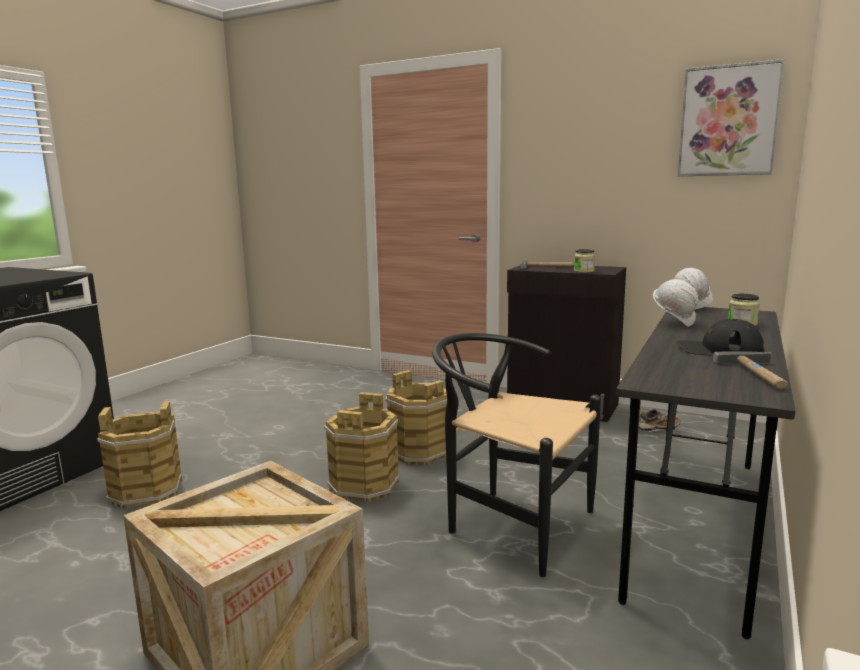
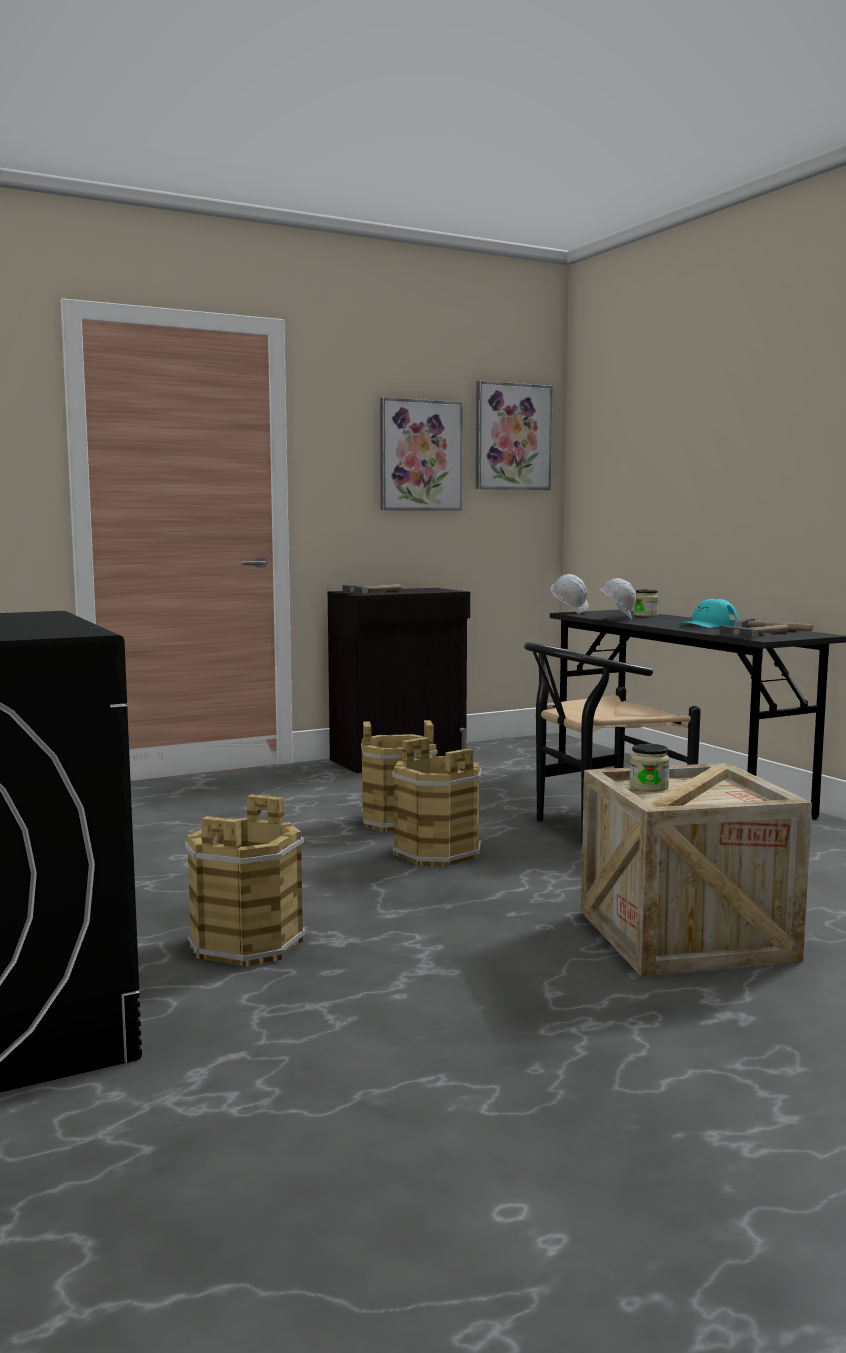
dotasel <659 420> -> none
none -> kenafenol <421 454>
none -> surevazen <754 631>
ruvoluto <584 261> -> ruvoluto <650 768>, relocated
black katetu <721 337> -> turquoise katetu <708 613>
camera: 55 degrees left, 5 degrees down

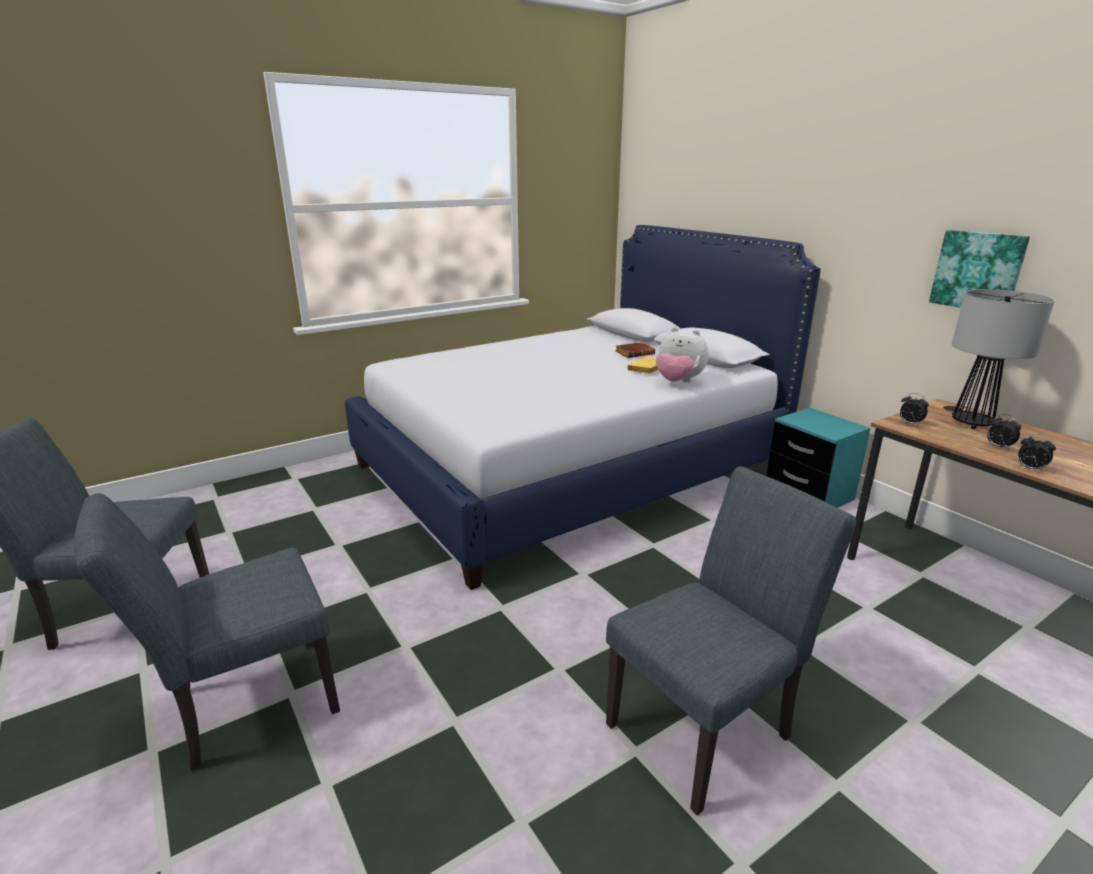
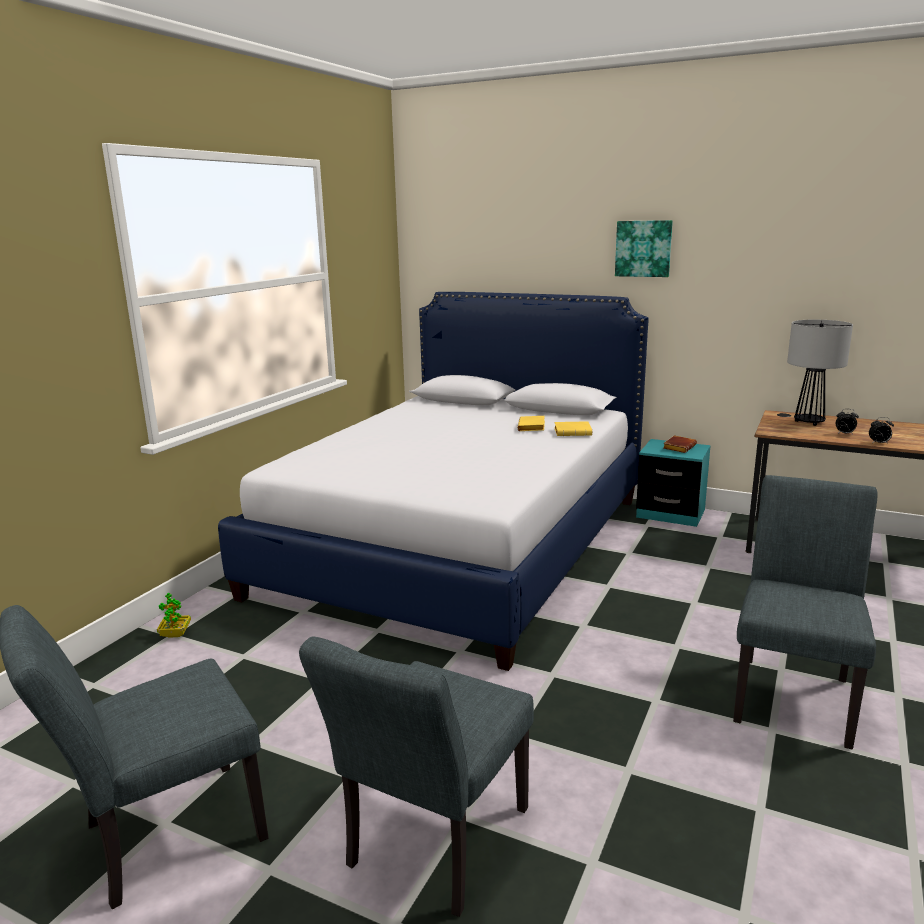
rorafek <914 409> -> none
none -> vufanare <174 615>
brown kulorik <635 350> -> brown kulorik <680 444>, relocated
kenafenol <979 269> -> kenafenol <644 248>, relocated
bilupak <682 354> -> yellow kulorik <573 428>
camera: 30 degrees left, 5 degrees down

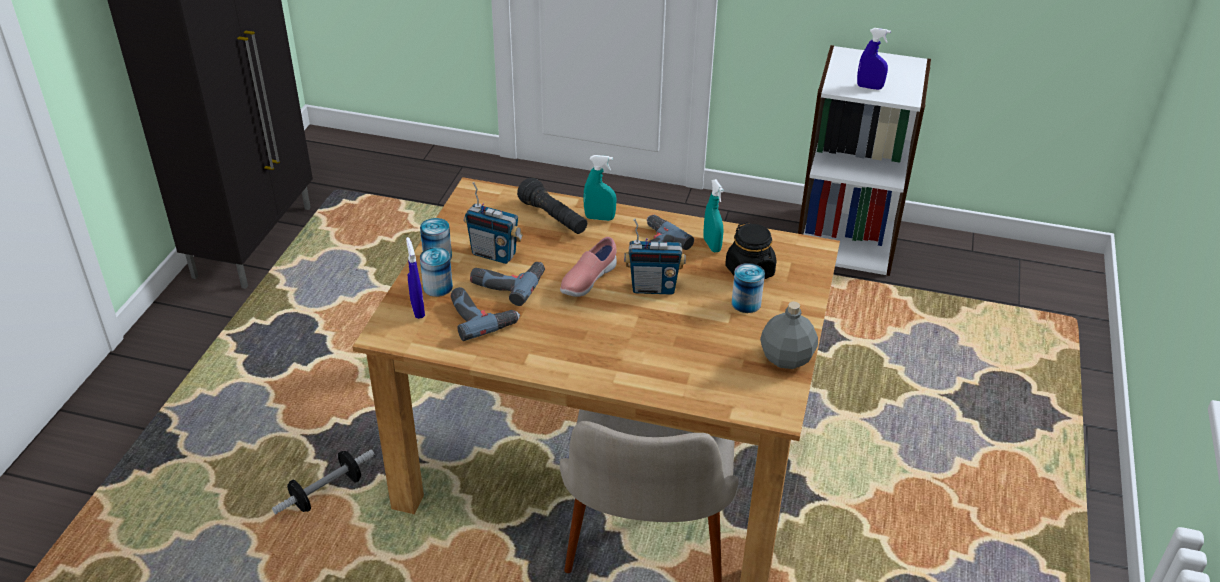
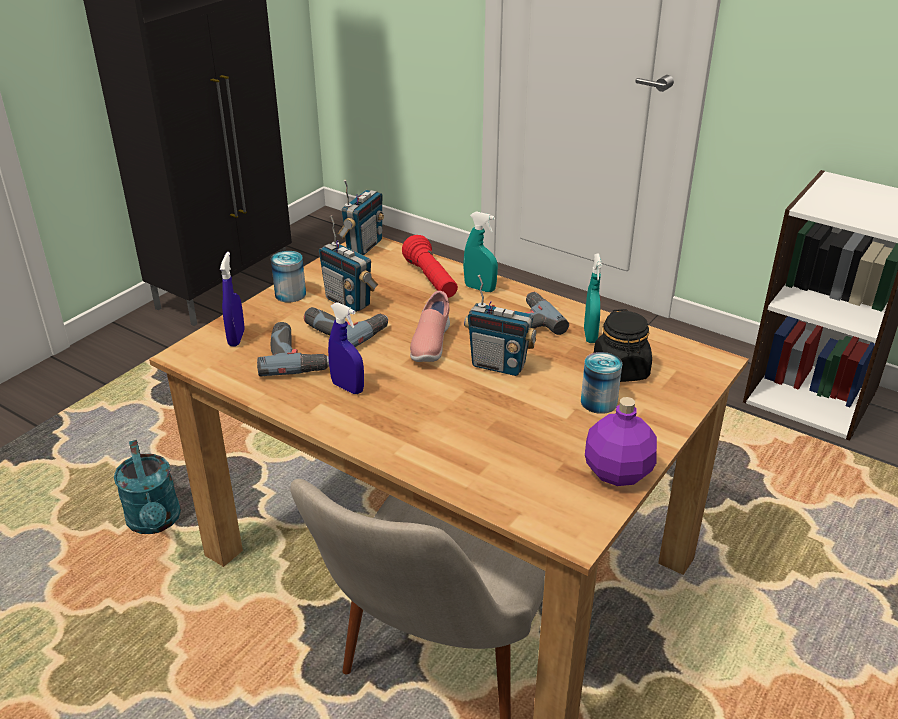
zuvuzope <436 272> -> none
none -> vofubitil <361 217>
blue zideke <874 59> -> blue zideke <346 348>, relocated
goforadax <323 481> -> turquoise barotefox <147 487>
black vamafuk <552 206> -> red vamafuk <430 266>
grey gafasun <789 335> -> purple gafasun <621 441>
pink dotasel <588 267> -> pink dotasel <430 326>, 45 degrees counterclockwise
camera: 20 degrees right, 5 degrees down

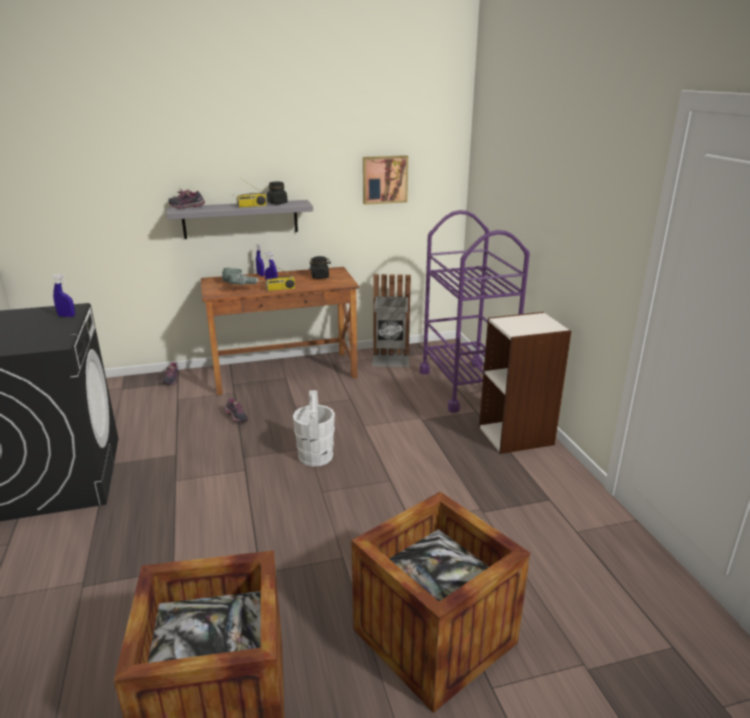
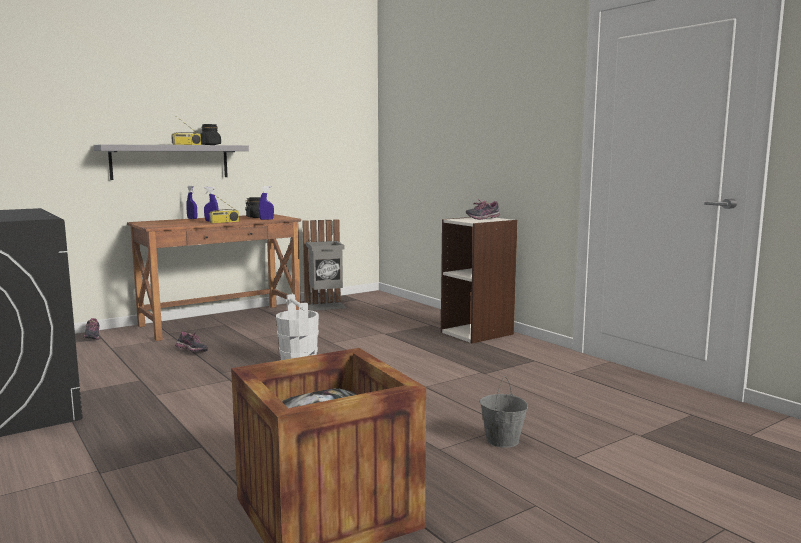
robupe <242 276> -> none
kenafenol <385 180> -> none
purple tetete <475 311> -> none
blue zideke <63 295> -> blue zideke <266 203>, relocated
dotasel <186 198> -> dotasel <483 209>, relocated
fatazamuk <440 602> -> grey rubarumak <503 412>
camera: 20 degrees left, 15 degrees down

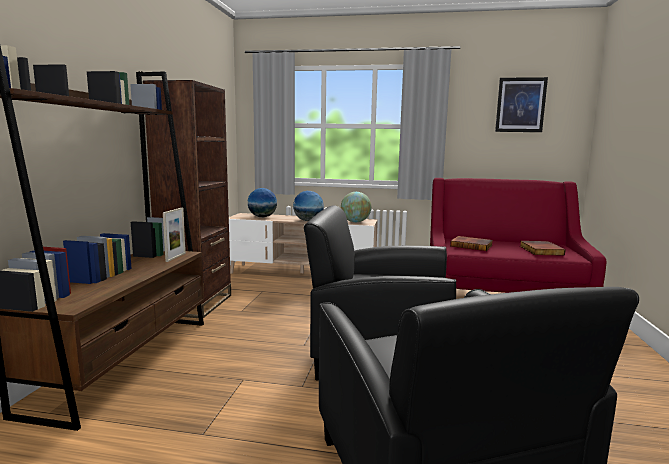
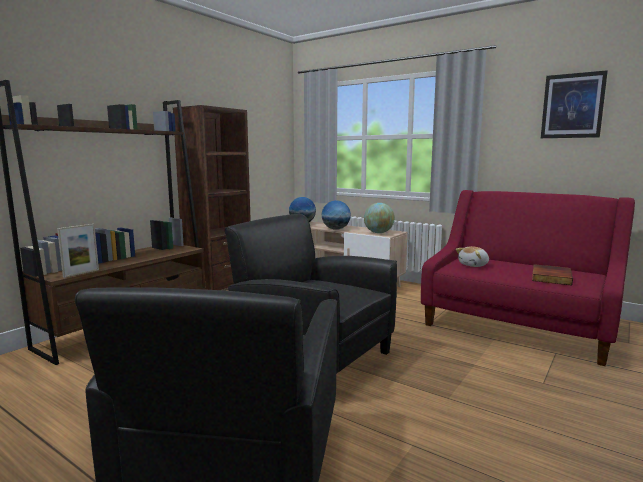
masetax <174 235> -> masetax <78 251>, relocated
kulorik <471 243> -> bilupak <472 256>
camera: 25 degrees right, 0 degrees up

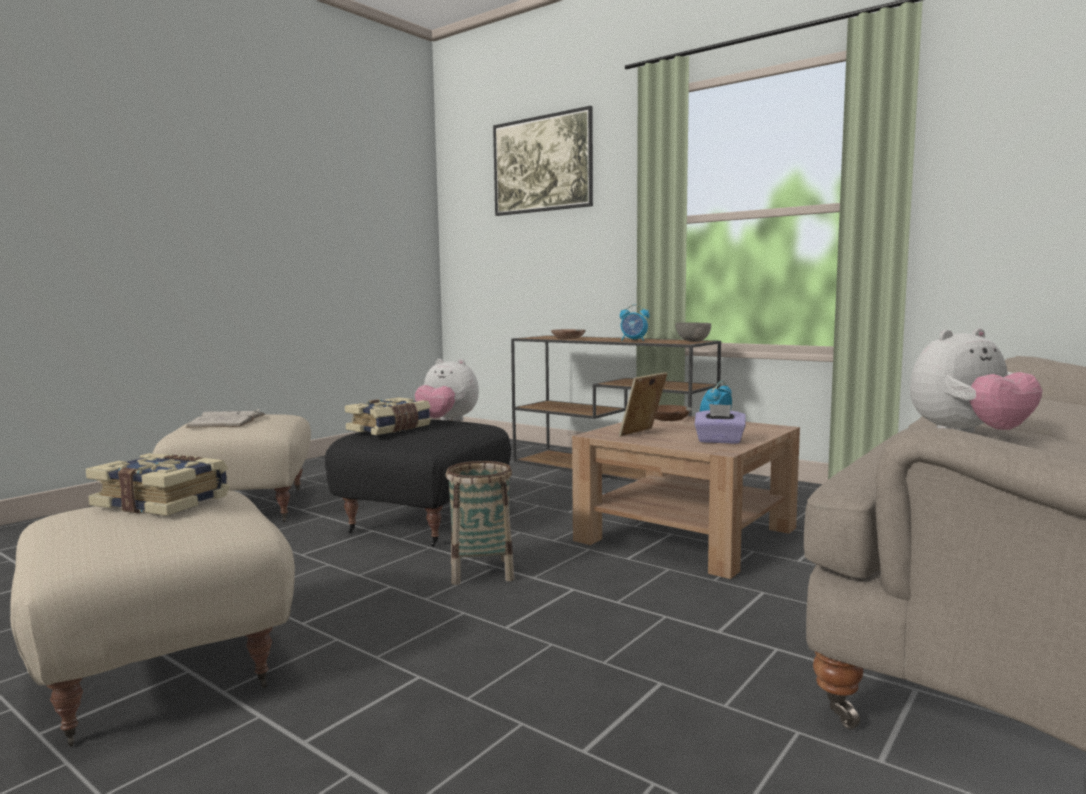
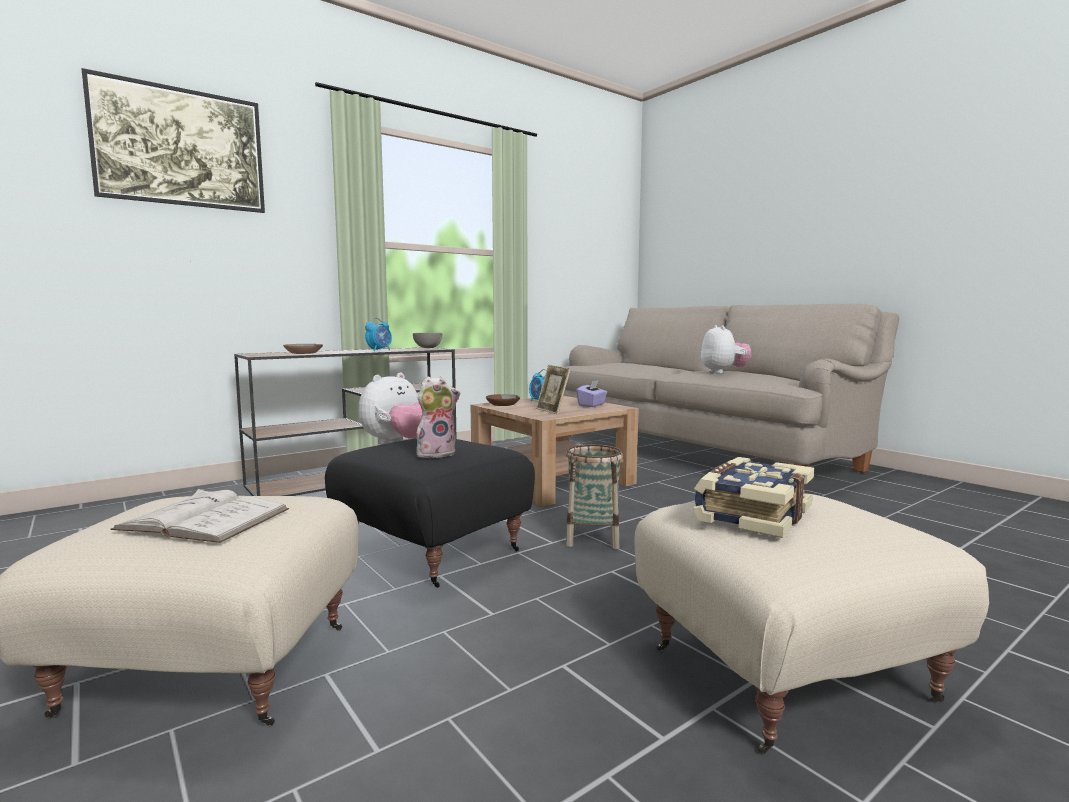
kulorik <388 416> -> bilupak <438 417>
camera: 75 degrees left, 0 degrees up

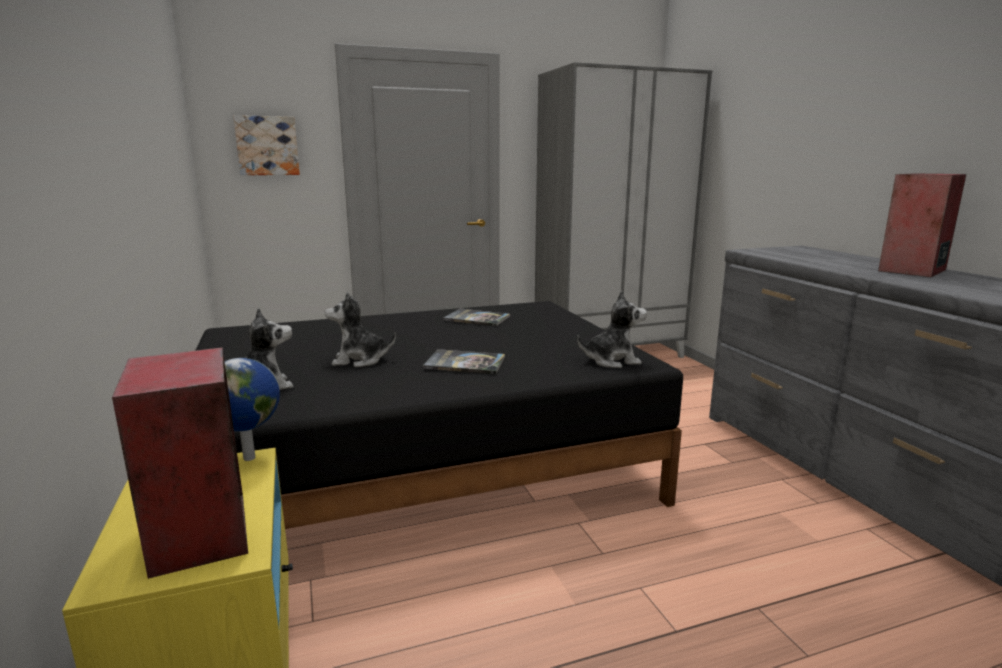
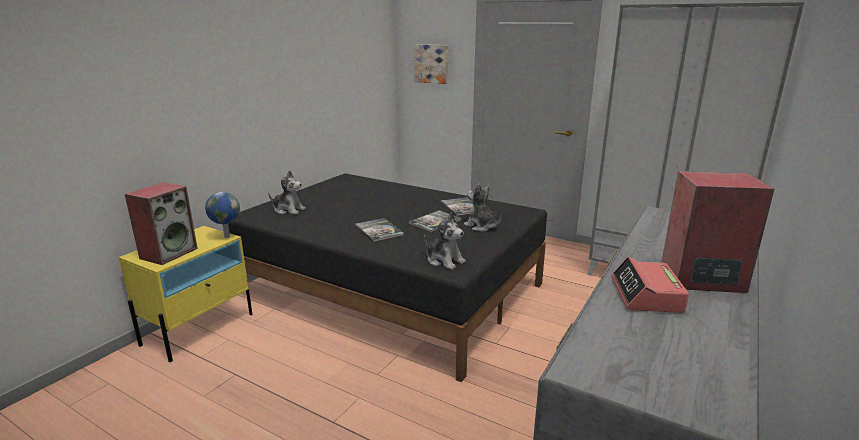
none -> kulorik <434 221>
none -> rorafek <650 285>
bilupak <360 329> -> bilupak <482 207>, relocated
camera: 50 degrees right, 5 degrees up

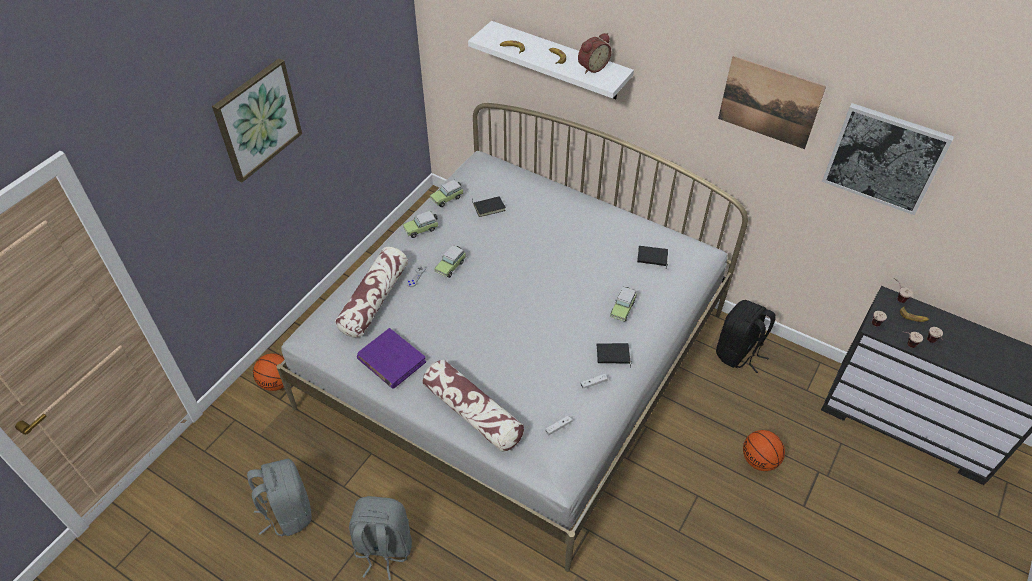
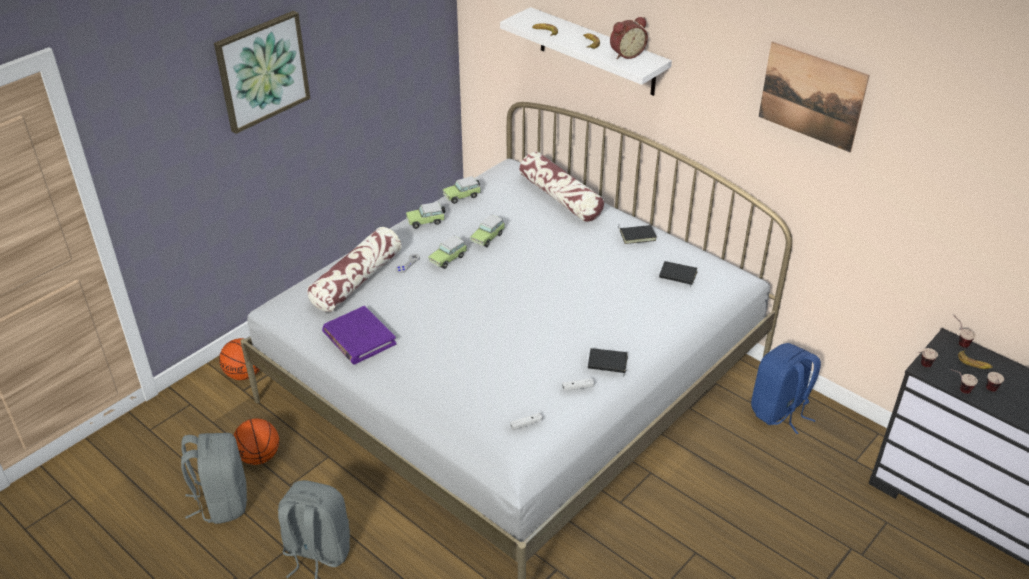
kenafenol <888 159> -> none
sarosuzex <473 406> -> sarosuzex <561 187>, relocated
black kulorik <489 206> -> black kulorik <638 234>, relocated
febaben <623 304> -> febaben <487 230>, relocated
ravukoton <764 450> -> ravukoton <256 442>, relocated
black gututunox <746 336> -> blue gututunox <786 388>
camera: 10 degrees right, 10 degrees down

